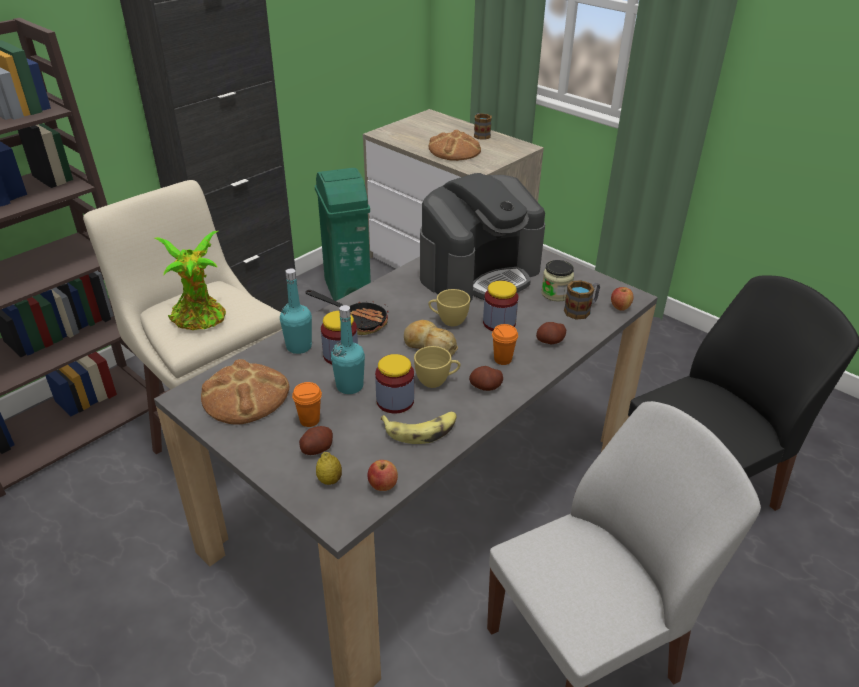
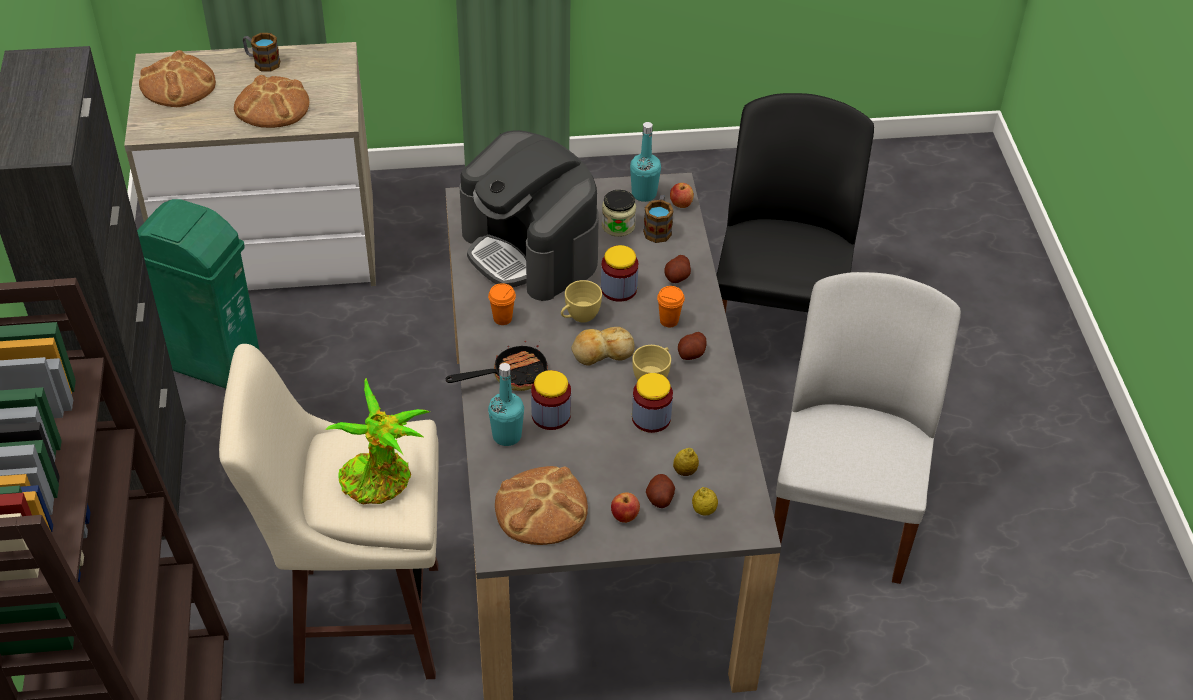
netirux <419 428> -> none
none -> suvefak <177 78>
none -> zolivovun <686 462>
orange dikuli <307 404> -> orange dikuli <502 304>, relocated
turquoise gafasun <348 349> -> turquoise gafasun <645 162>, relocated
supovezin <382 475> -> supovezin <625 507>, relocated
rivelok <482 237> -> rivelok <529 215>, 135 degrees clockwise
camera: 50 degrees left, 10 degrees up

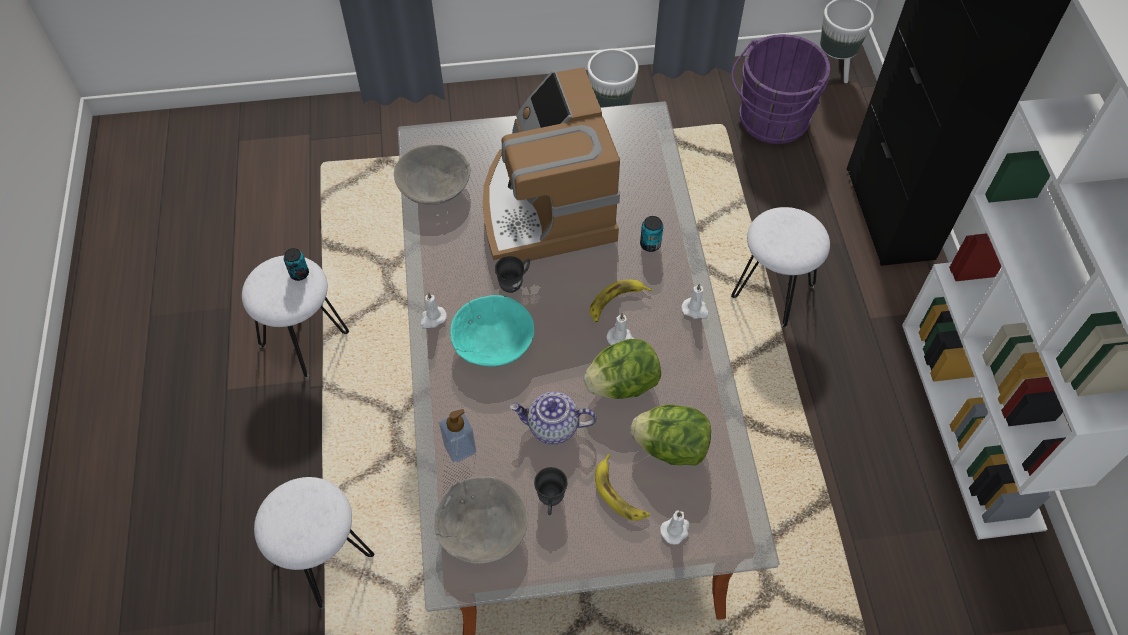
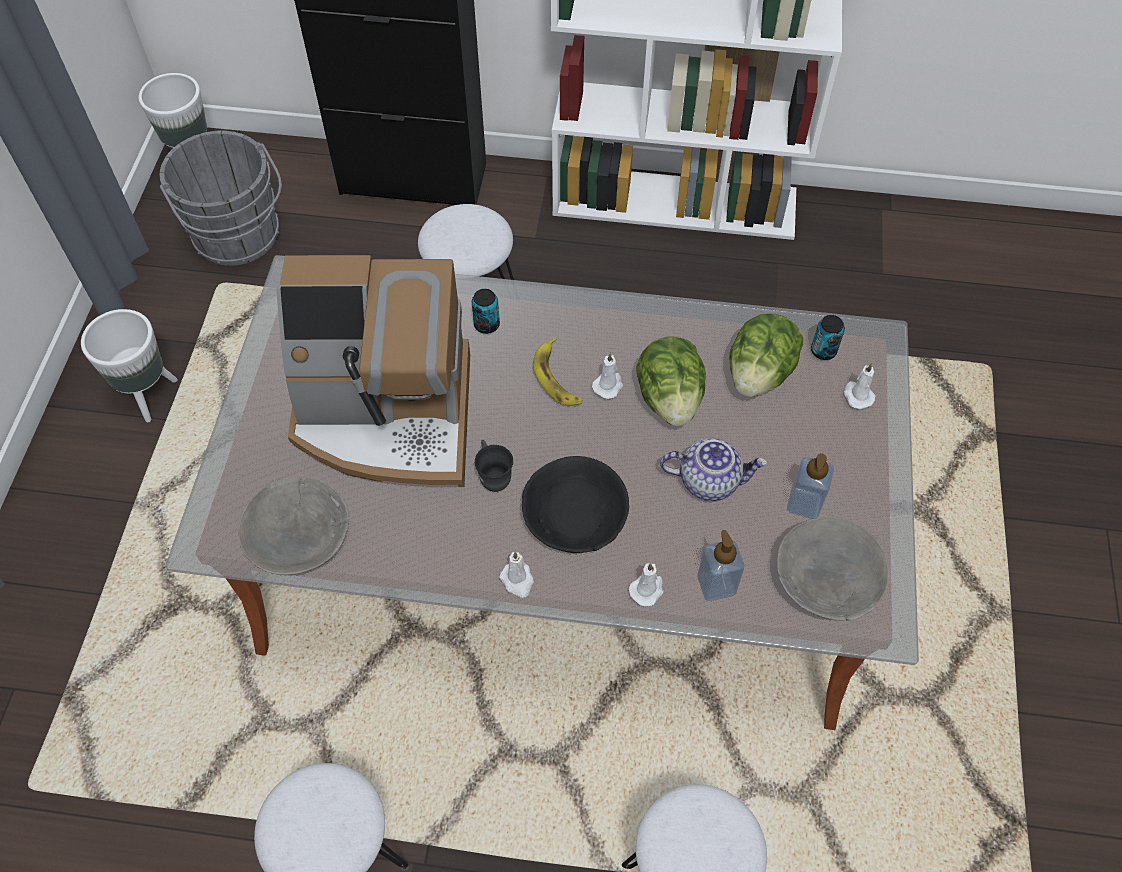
netirux <622 487> -> none
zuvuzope <296 264> -> zuvuzope <828 337>, relocated
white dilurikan <695 301> -> white dilurikan <646 584>, relocated
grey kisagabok <551 491> -> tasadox <810 486>
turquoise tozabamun <492 331> -> black tozabamun <575 504>
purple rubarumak <780 89> -> grey rubarumak <221 198>
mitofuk <553 418> -> mitofuk <713 469>, 105 degrees counterclockwise
camera: 75 degrees left, 0 degrees up

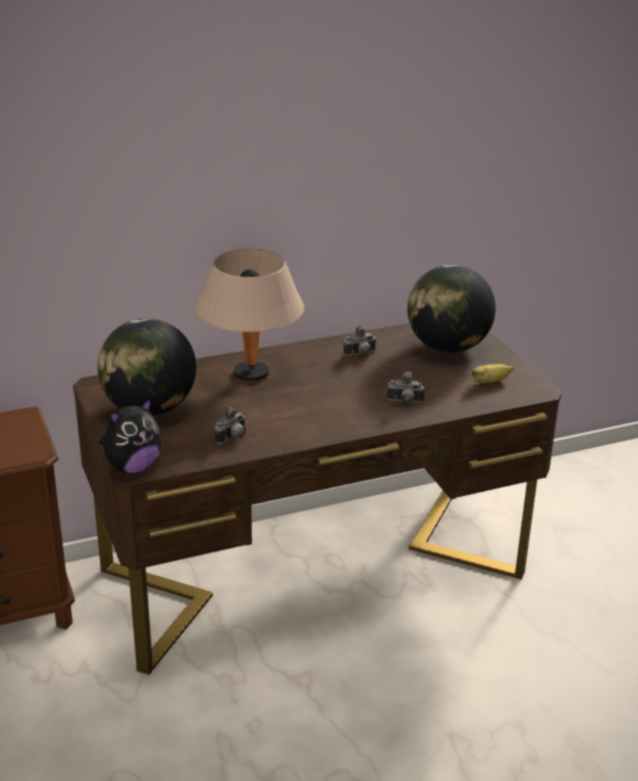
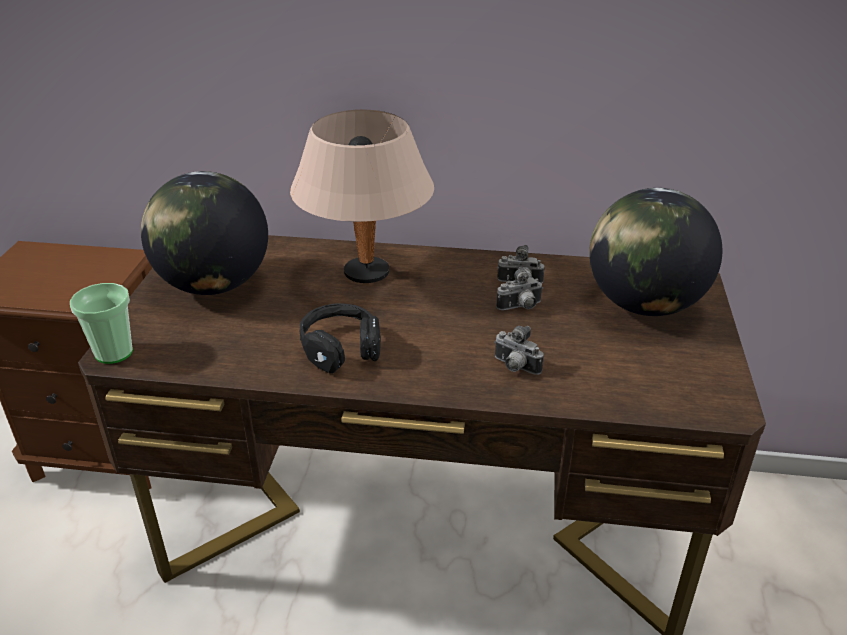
netirux <493 373> -> none
none -> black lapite <340 338>
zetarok <230 425> -> zetarok <519 288>, relocated
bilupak <130 435> -> dikuli <101 323>
camera: 30 degrees right, 5 degrees up

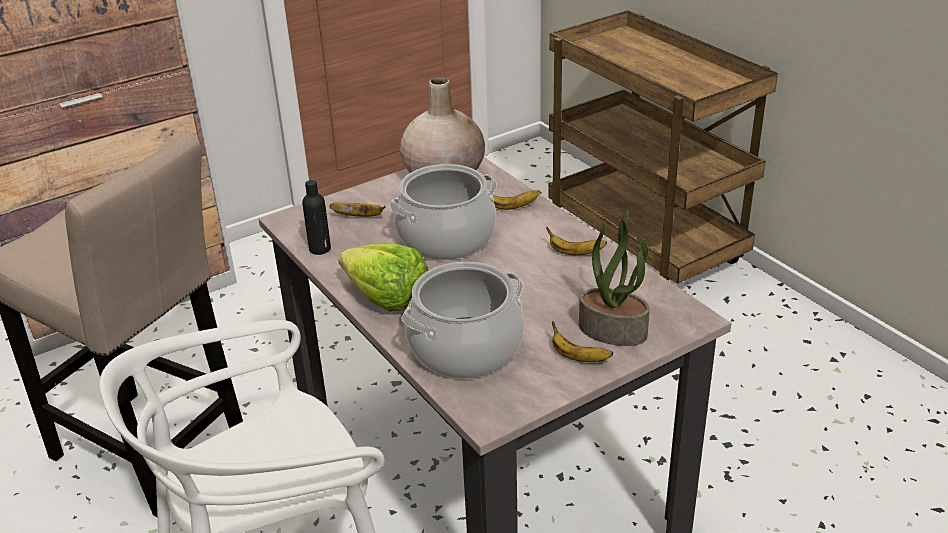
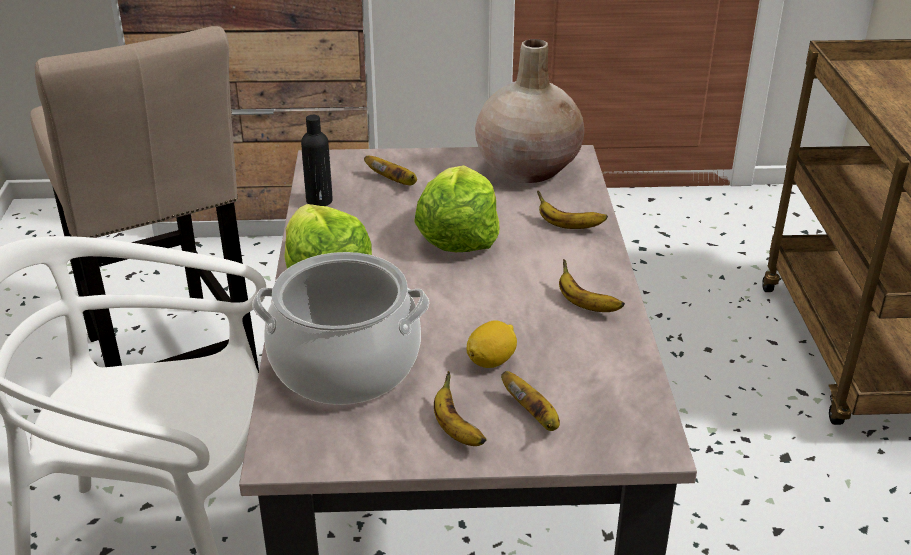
none -> zolivovun <492 344>
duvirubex <443 212> -> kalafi <456 208>
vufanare <614 278> -> netirux <530 401>
camera: 30 degrees right, 0 degrees up

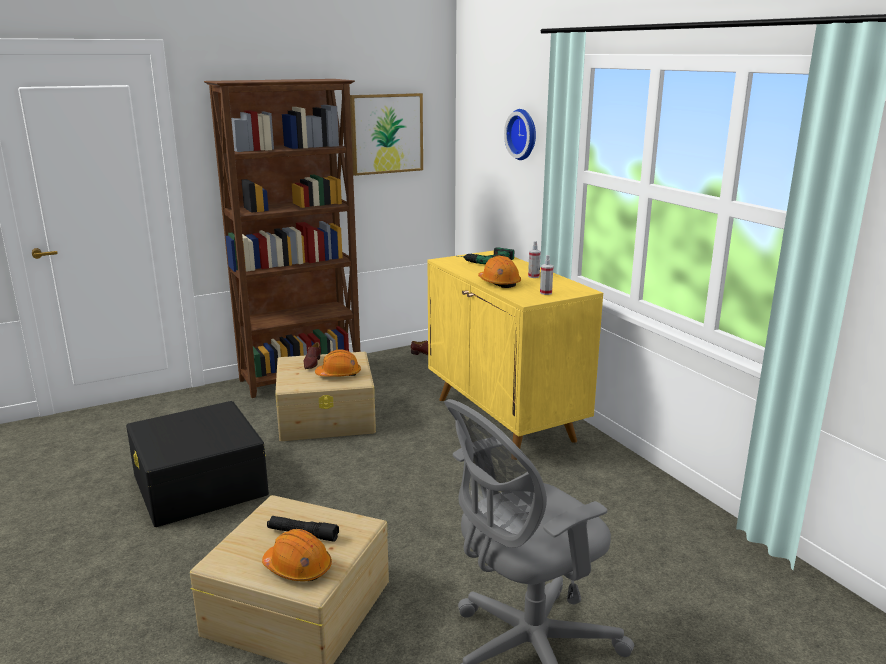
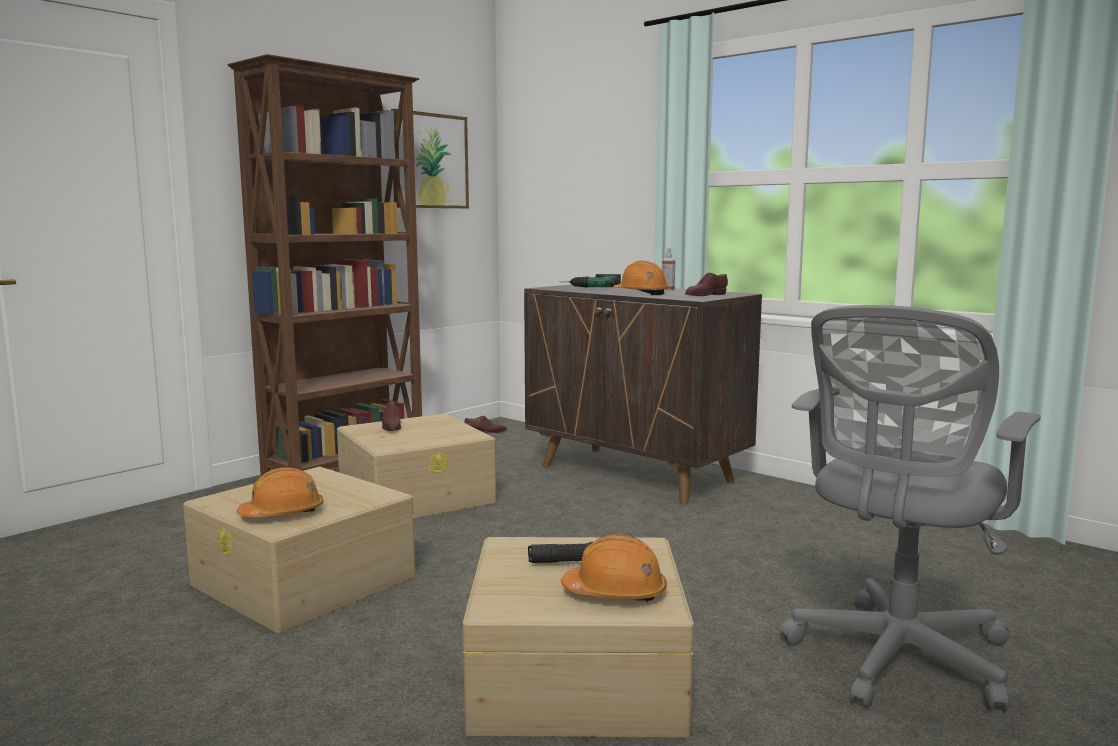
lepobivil <520 134> -> none
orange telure <338 363> -> orange telure <279 492>, relocated
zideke <546 275> -> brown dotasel <706 284>
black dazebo <197 464> -> beige dazebo <299 549>
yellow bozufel <515 355> -> brown bozufel <643 394>
camera: 20 degrees left, 10 degrees down

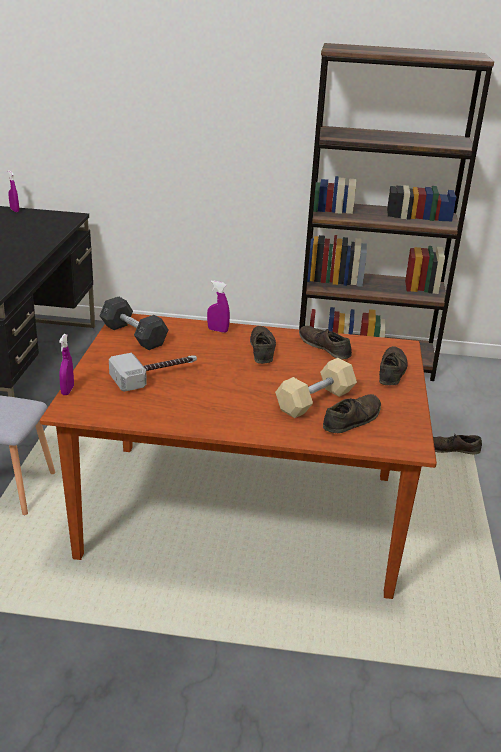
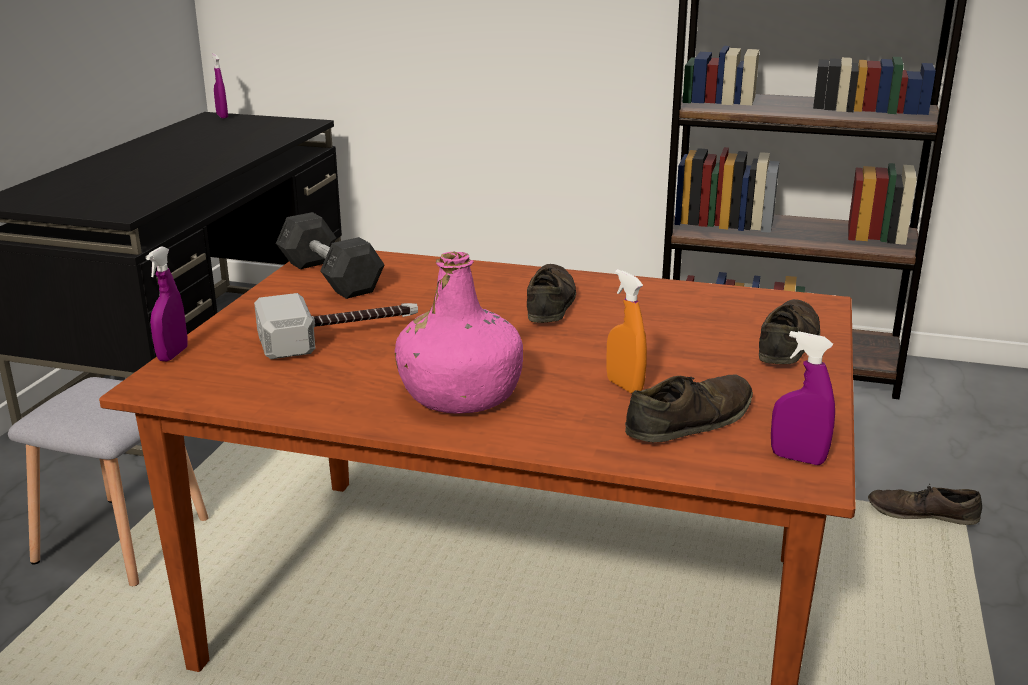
brown dotasel <325 343> -> none
none -> pink gafasun <459 333>
purple zideke <218 307> -> purple zideke <803 398>, relocated
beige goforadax <316 388> -> orange zideke <626 331>
camera: 10 degrees right, 5 degrees down

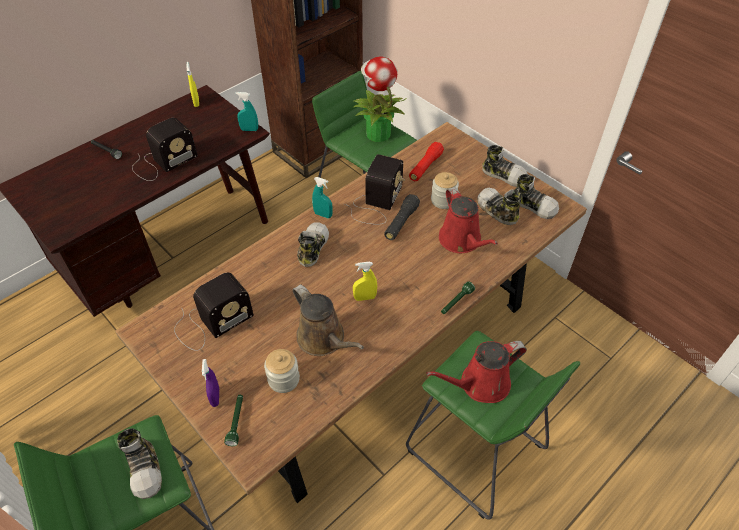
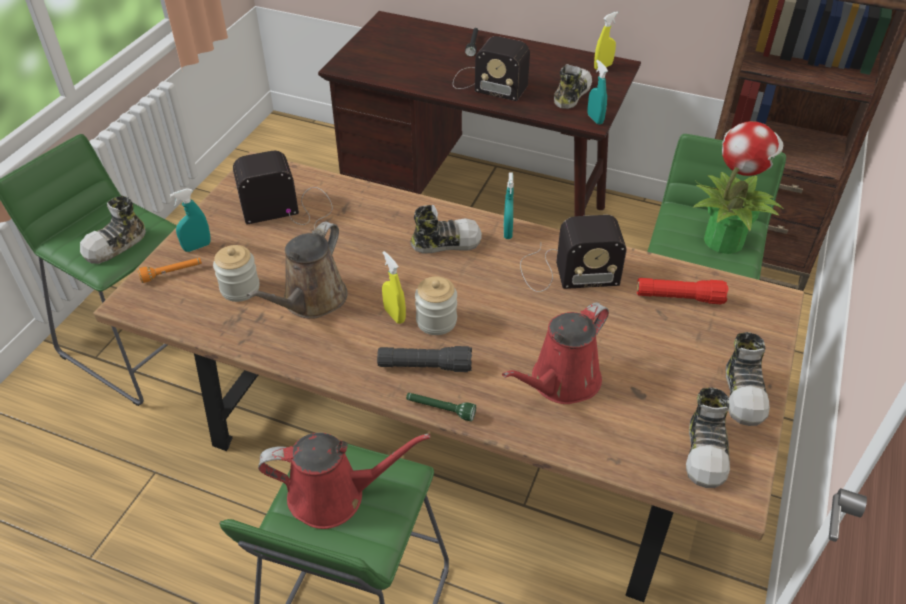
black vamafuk <402 217> -> black vamafuk <424 359>, relocated
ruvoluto <445 190> -> ruvoluto <436 306>, relocated
dotasel <500 206> -> dotasel <573 86>, relocated
purple zideke <210 383> -> turquoise zideke <190 220>
green vamafuk <233 420> -> orange vamafuk <170 270>
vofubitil <214 312> -> vofubitil <283 189>, 135 degrees clockwise
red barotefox <476 372> -> red barotefox <344 481>, 135 degrees clockwise
camera: 65 degrees right, 5 degrees down

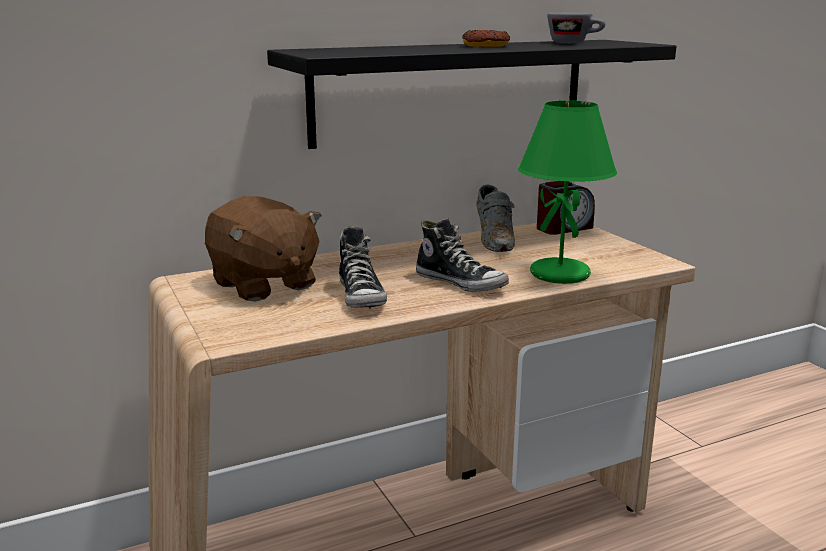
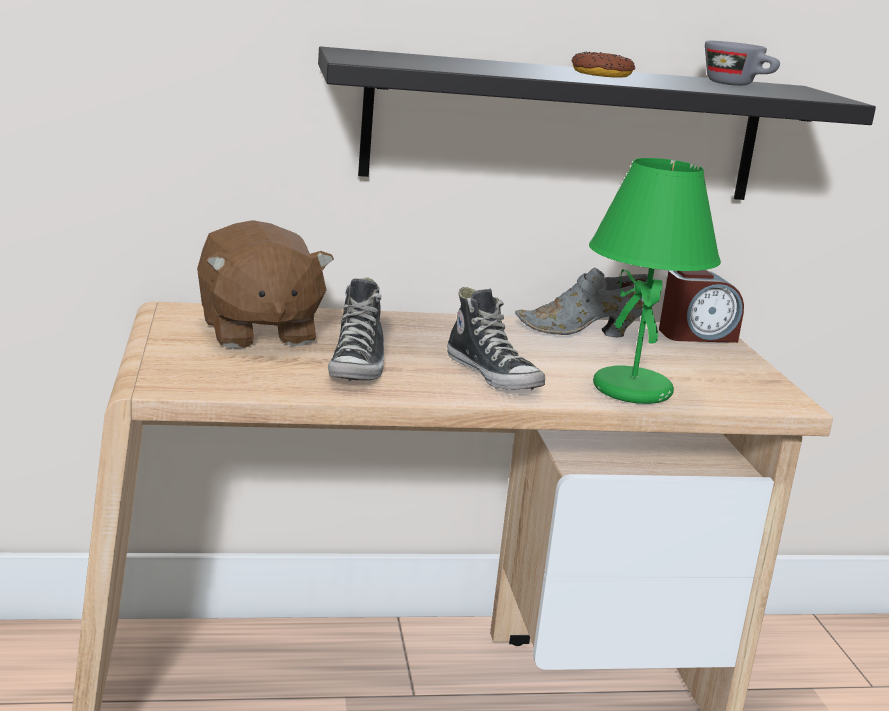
grey dotasel <496 218> -> grey dotasel <584 302>, 75 degrees clockwise
camera: 15 degrees right, 0 degrees up

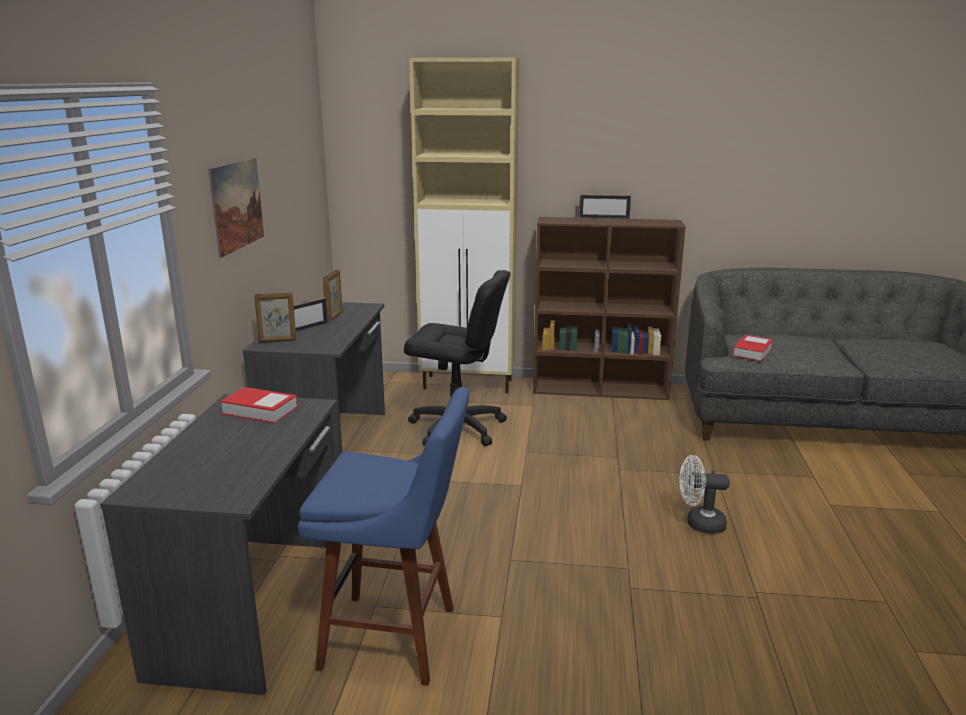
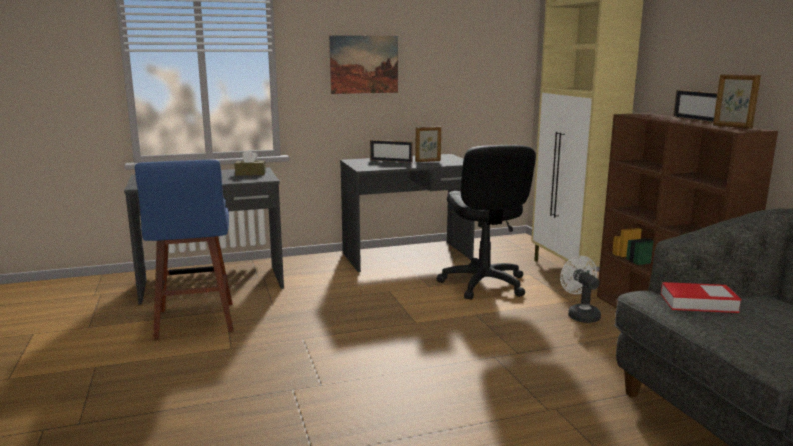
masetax <275 317> -> masetax <737 101>, relocated
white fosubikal <704 494> -> white fosubikal <580 289>, relocated
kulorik <259 405> -> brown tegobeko <250 163>
camera: 65 degrees right, 5 degrees down

